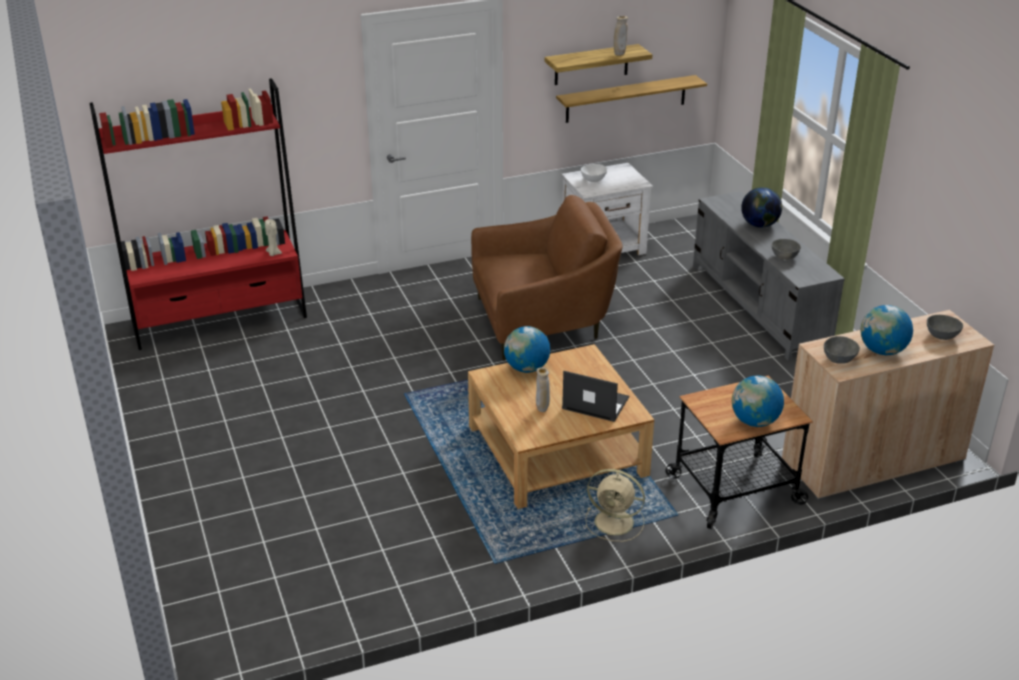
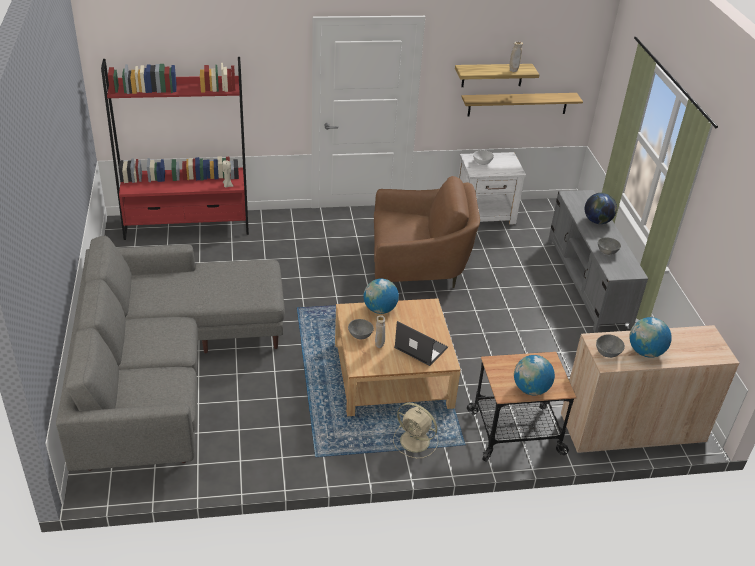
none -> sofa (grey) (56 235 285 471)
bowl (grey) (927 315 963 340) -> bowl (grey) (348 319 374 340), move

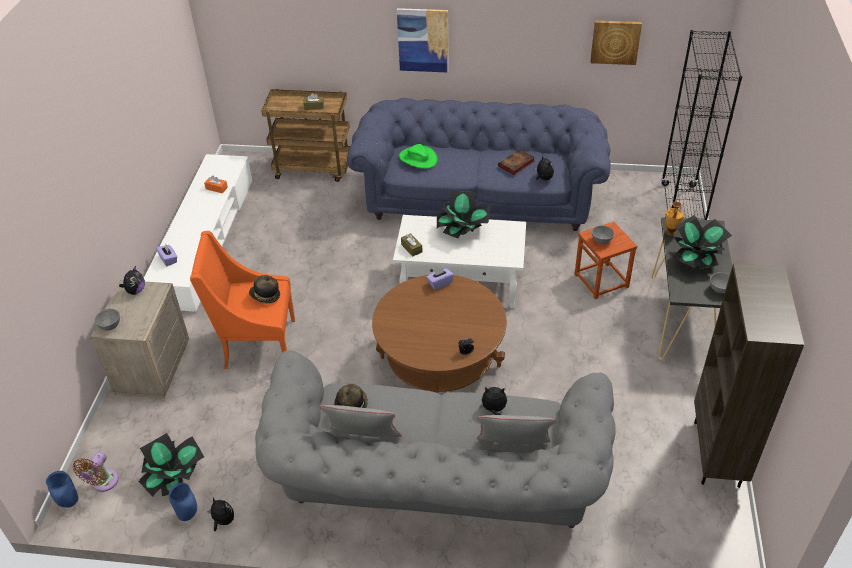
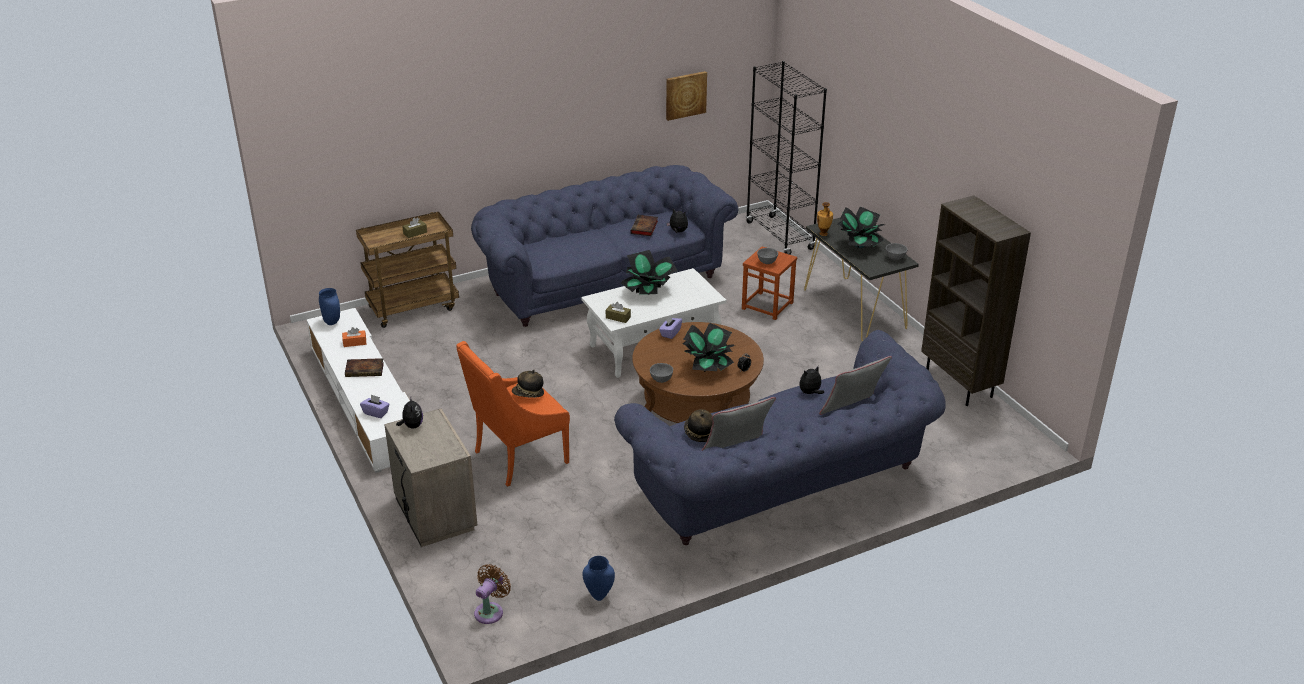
vase (blue) (46 471 78 507) -> vase (blue) (319 288 340 325), move
none -> book (345 358 384 377)
fan (brown) (73 452 119 492) -> fan (brown) (474 564 511 624), 135 degrees counterclockwise
sofa (grey) (255 350 616 528) -> sofa (blue) (614 330 946 545)
bowl (grey) (94 309 120 331) -> bowl (grey) (650 363 673 383), move
potted plant (139 433 204 497) -> potted plant (682 323 735 373), move
plush toy (207 498 234 531) -> none
picture (397 8 449 73) -> none
hat (green) (399 144 438 169) -> none

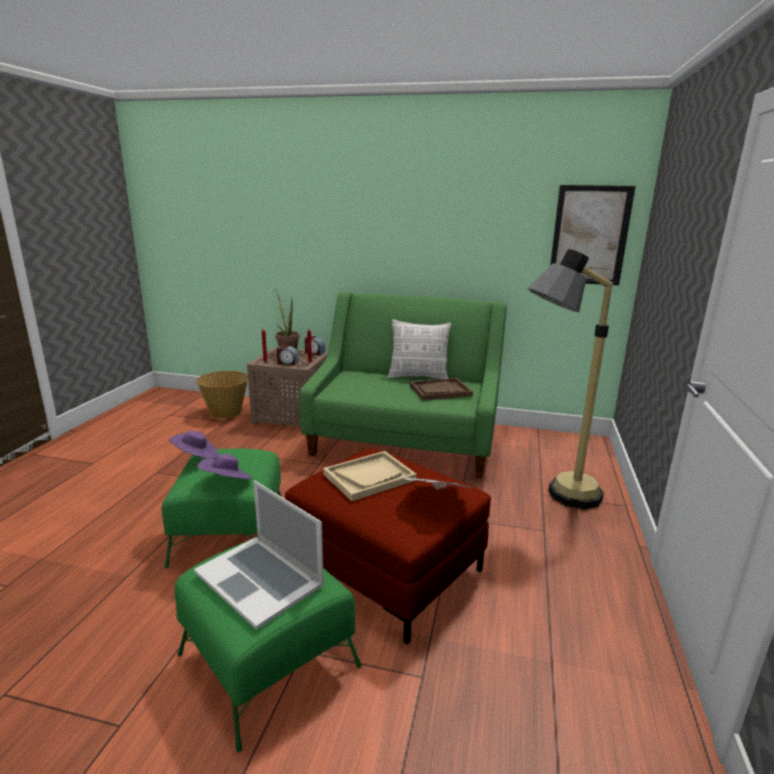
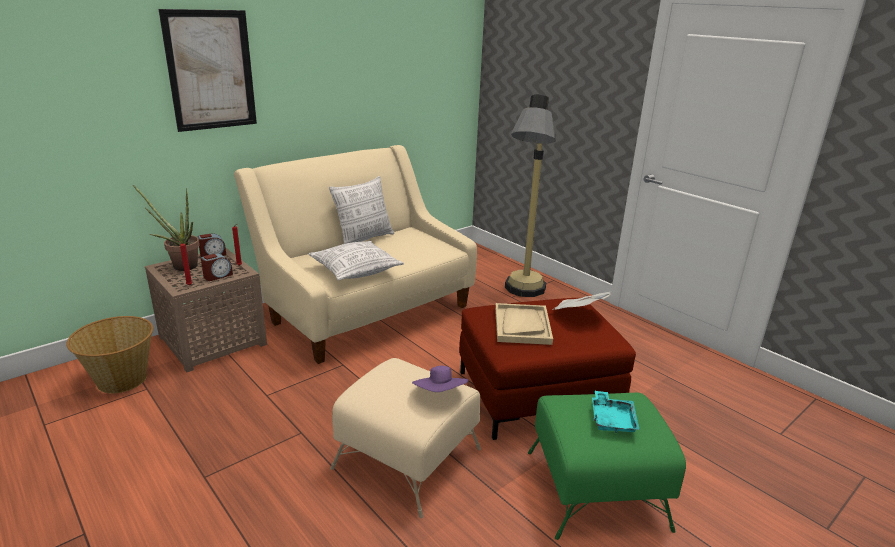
picture (550 185 636 285) -> picture (158 9 257 132), move
sofa (green) (300 292 507 478) -> sofa (beige) (234 145 477 364)
none -> pillow (309 240 404 281)
ottoman (green) (162 449 281 569) -> ottoman (beige) (330 358 481 518)
laptop (194 480 324 630) -> tray (turquoise) (592 391 640 433)
hat (purple) (169 431 218 459) -> none
tray (brown) (410 378 473 401) -> none

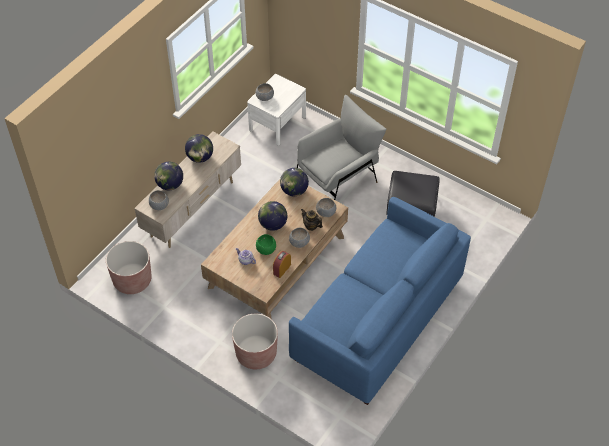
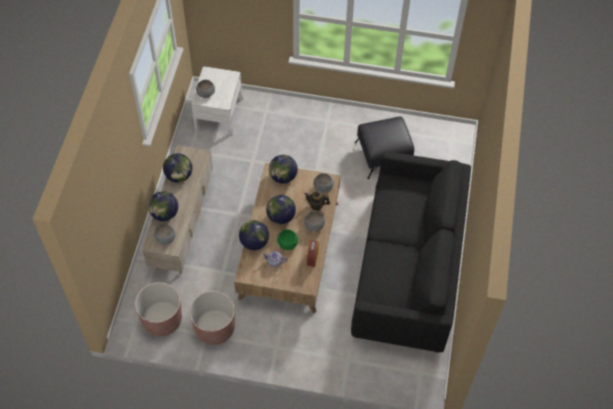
planter (brown) (232 314 278 369) -> planter (brown) (189 291 235 345), move
none -> globe (239 220 269 250)
sofa (blue) (289 197 471 405) -> sofa (black) (351 152 471 353)
armchair (grey) (297 95 386 200) -> none

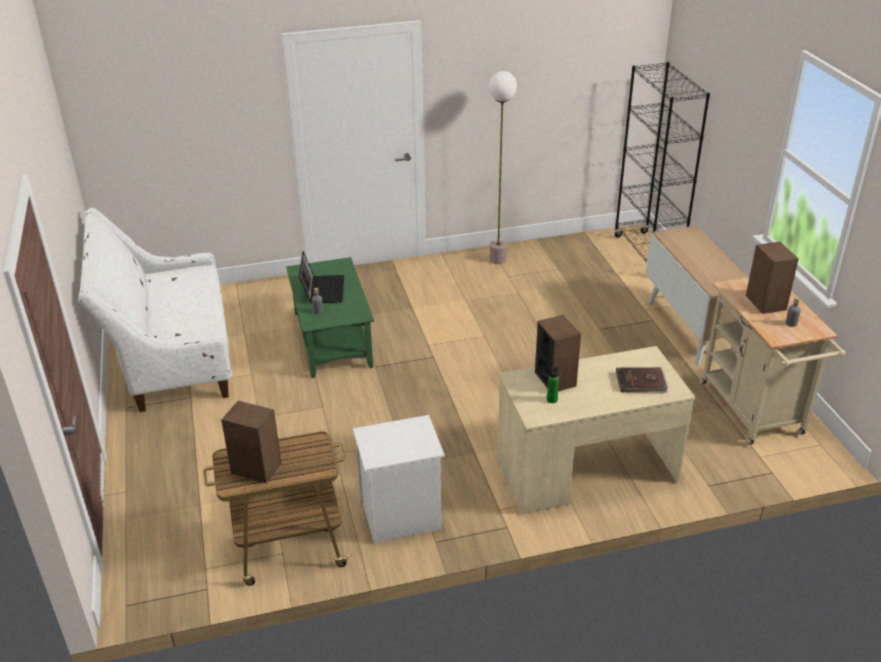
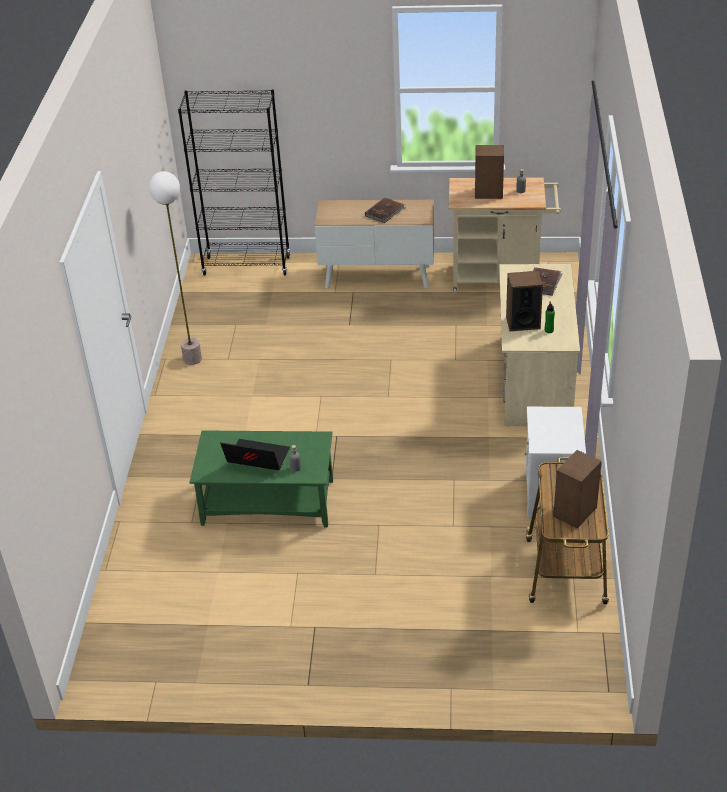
none -> book (brown) (365 197 406 223)
sofa (white) (78 208 232 412) -> none

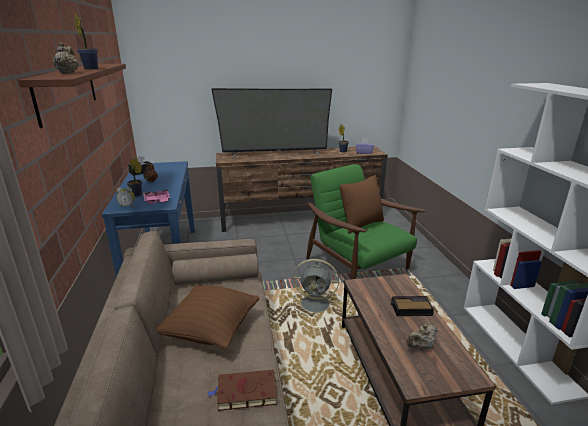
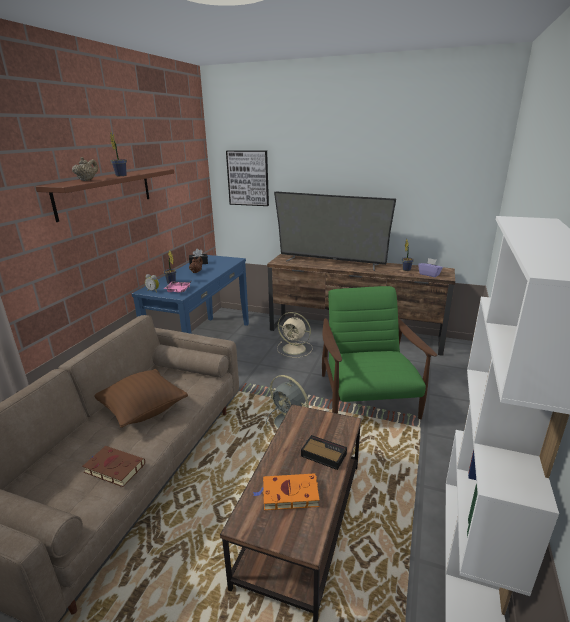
none -> picture (226 150 269 206)
teapot (beige) (407 325 437 350) -> book (orange) (253 473 320 510)
none -> fan (beige) (277 312 313 358)
pillow (brown) (339 175 384 234) -> none

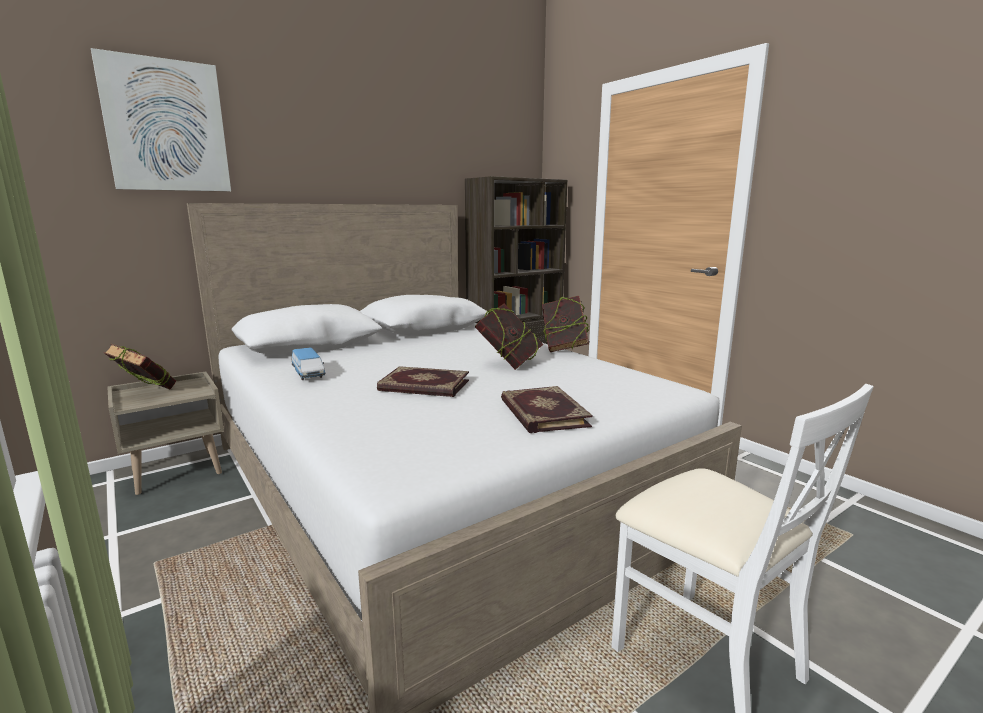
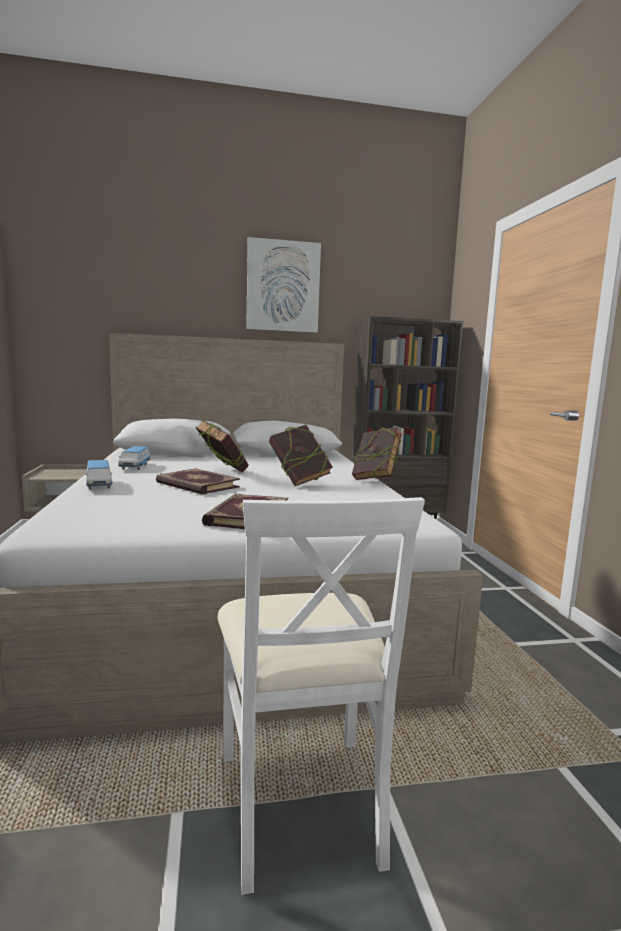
none -> toy car (86 460 113 490)
book (104 344 176 390) -> book (195 420 249 472), move
picture (91 48 231 192) -> picture (246 237 321 333), move

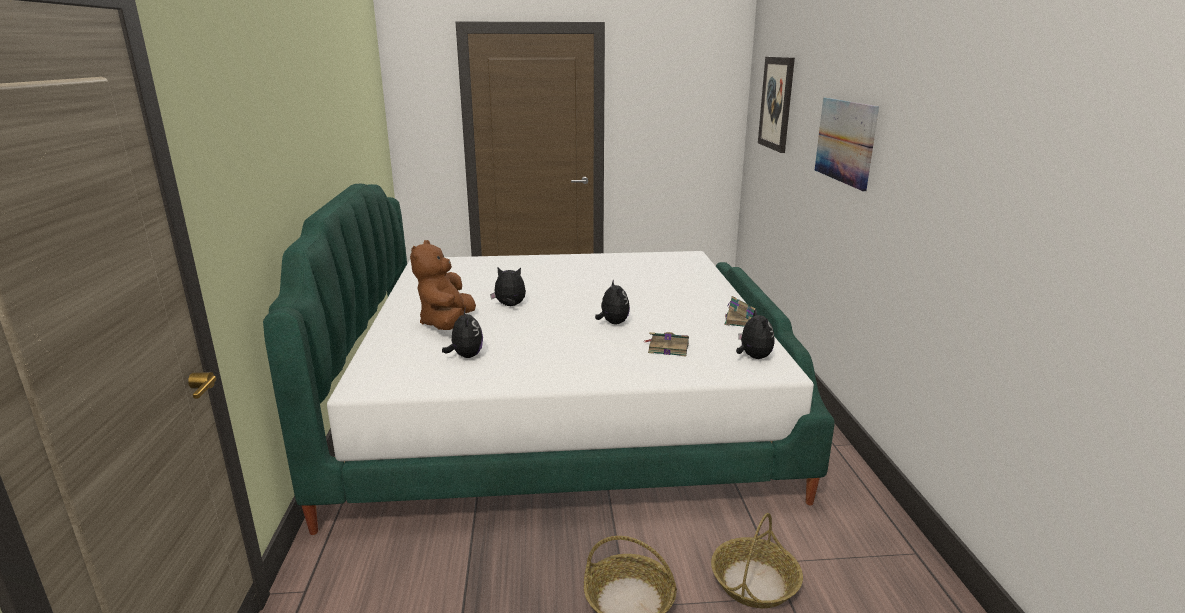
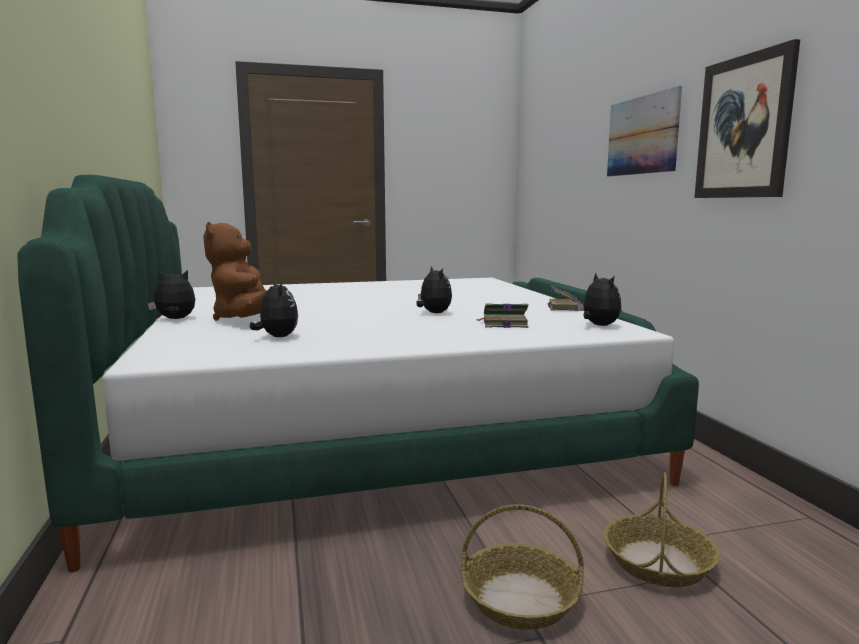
plush toy (490 268 526 306) -> plush toy (148 270 195 319), move
picture (758 57 795 153) -> picture (694 39 800 198), move

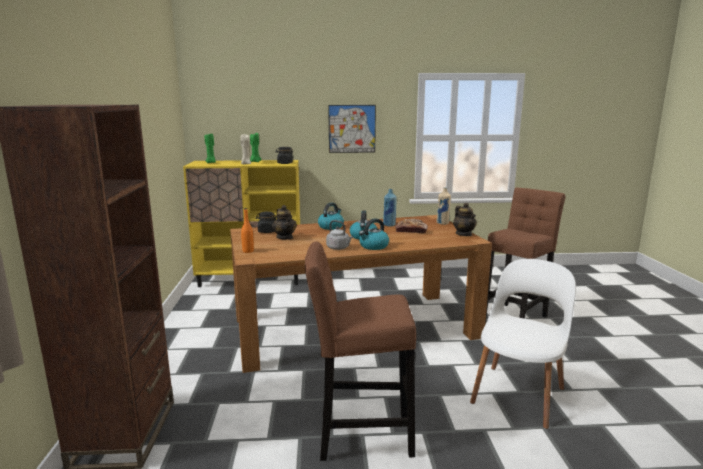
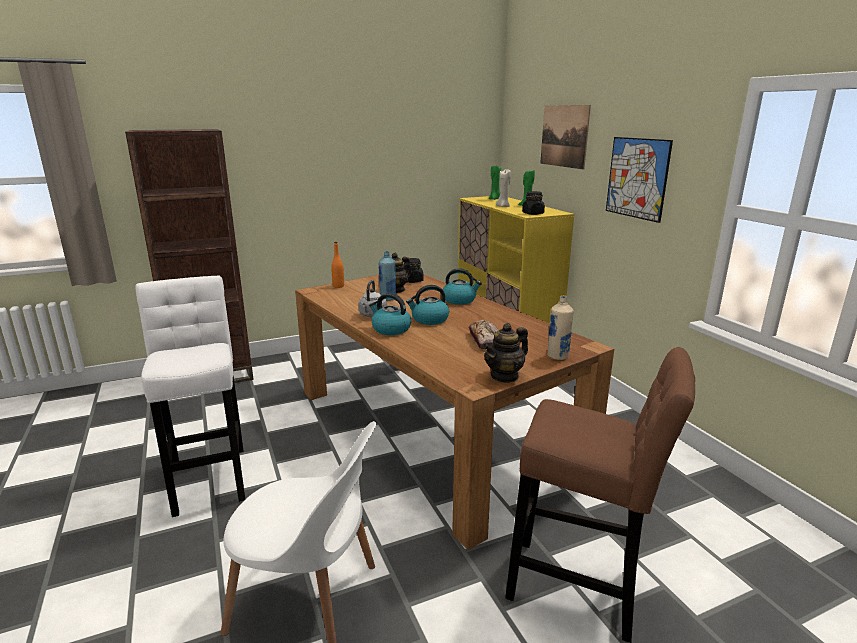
stool (brown) (305 241 416 461) -> stool (white) (135 276 245 517)
bottle (blue) (383 189 397 227) -> bottle (blue) (379 251 396 301), move
none -> picture (540 105 591 170)

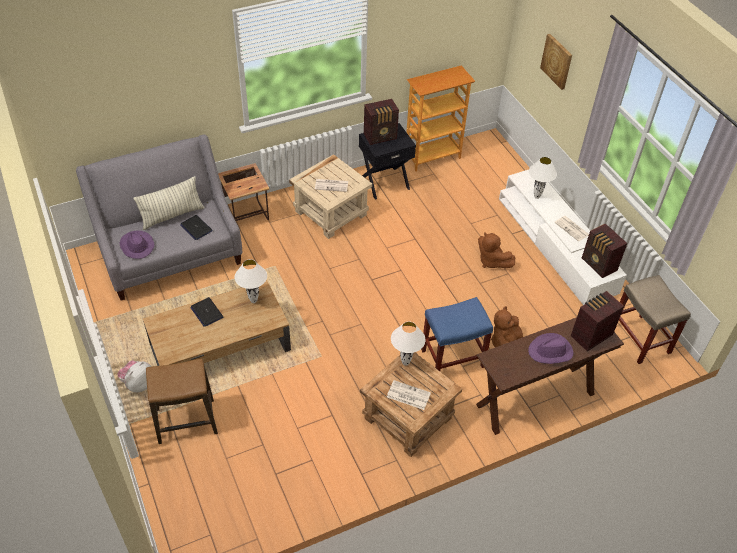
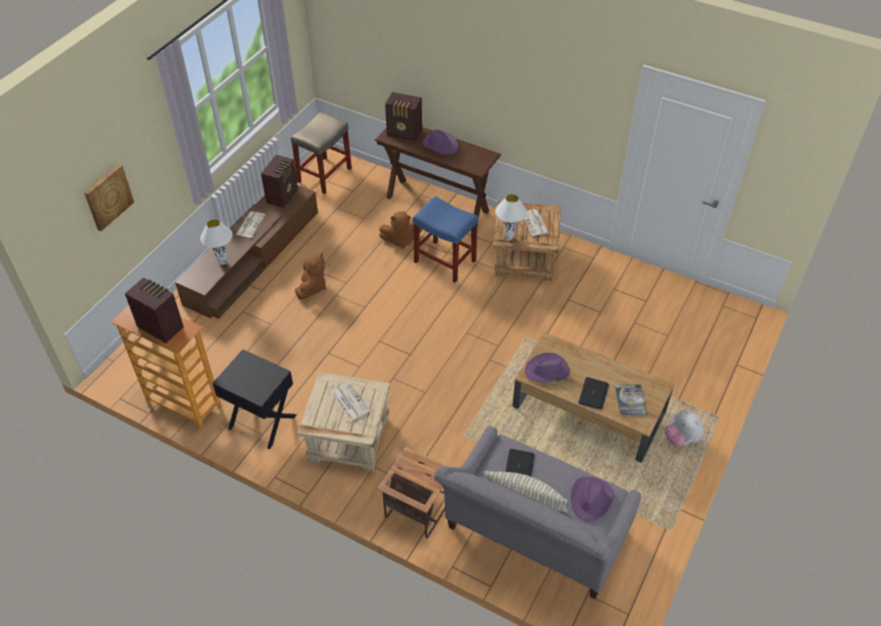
radio (364 99 399 145) -> radio (125 277 184 343), move
tv stand (white) (499 170 627 305) -> tv stand (brown) (175 185 318 319)
table lamp (white) (235 259 267 303) -> hat (purple) (525 353 570 383)
none -> book (615 384 647 416)
plush toy (117 360 152 392) -> plush toy (665 410 704 446), 60 degrees clockwise
stool (146 359 218 444) -> none

